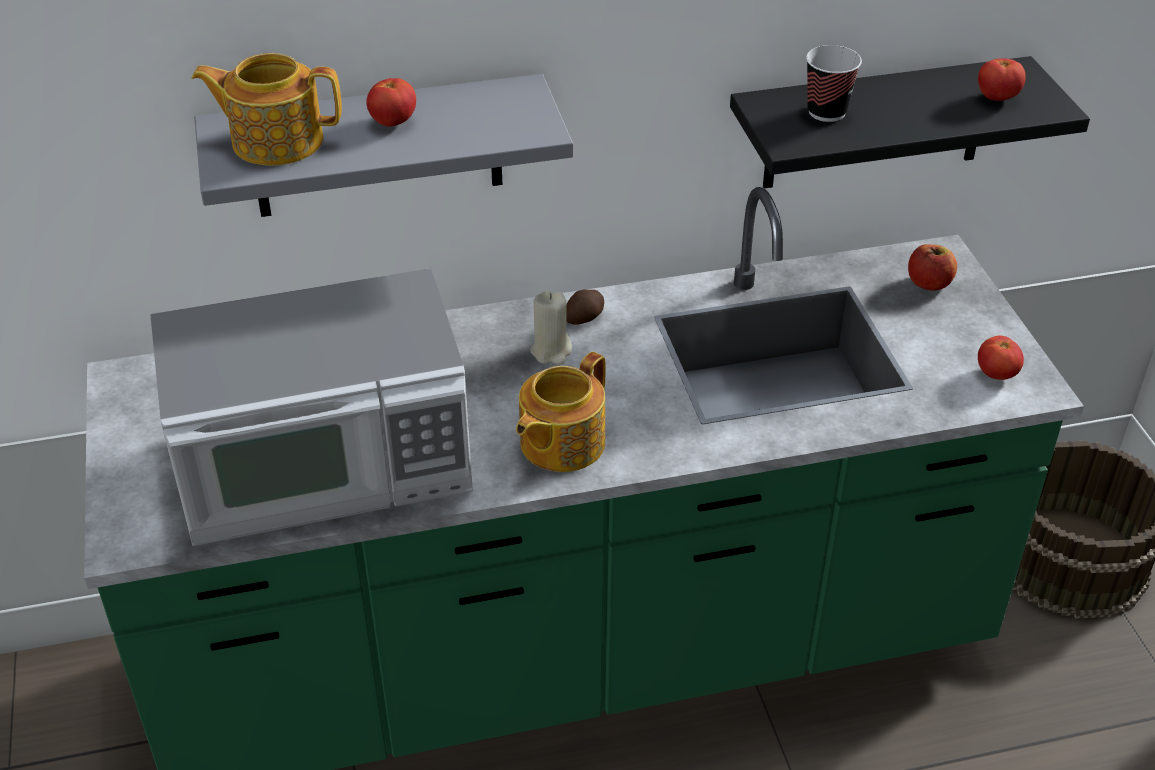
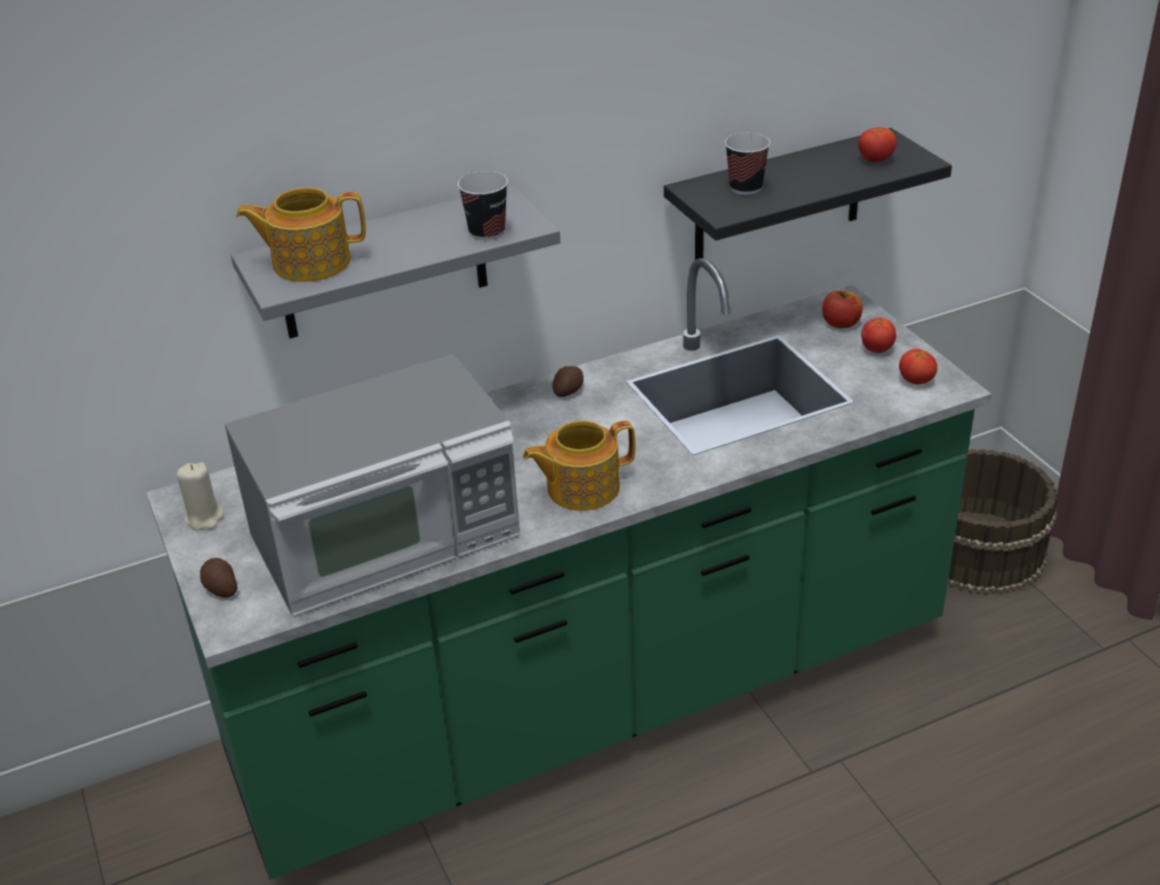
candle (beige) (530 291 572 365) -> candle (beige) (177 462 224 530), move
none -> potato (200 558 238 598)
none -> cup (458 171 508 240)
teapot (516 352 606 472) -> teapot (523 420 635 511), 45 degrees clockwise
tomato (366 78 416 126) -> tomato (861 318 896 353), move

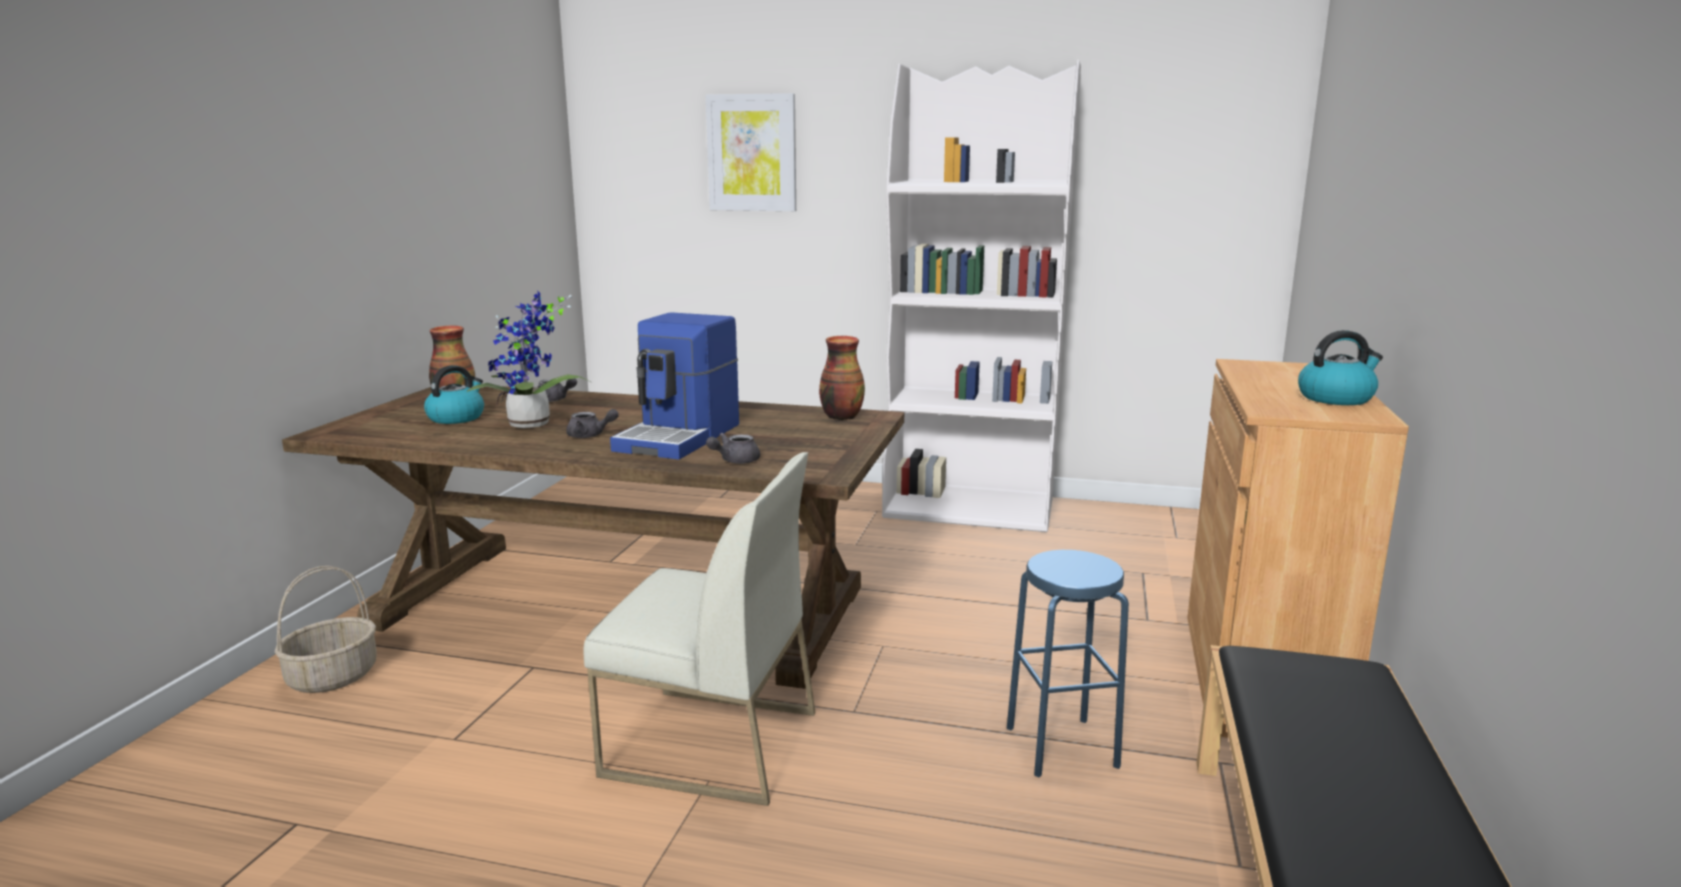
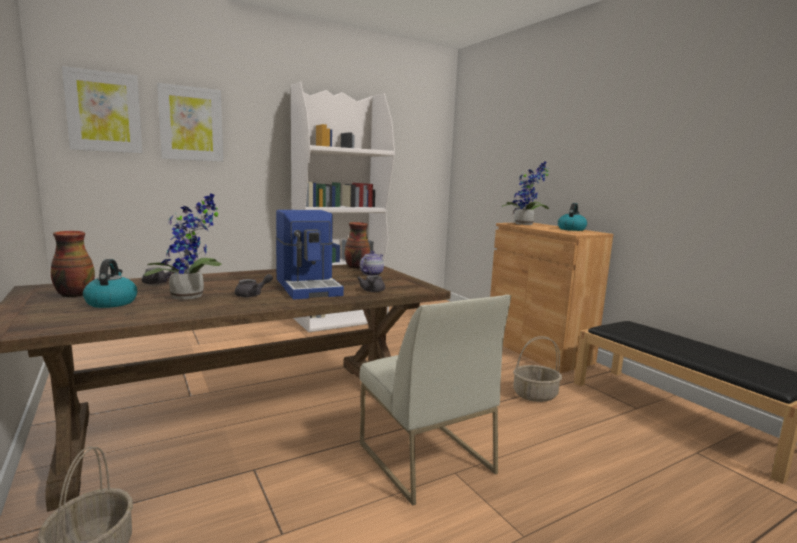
none -> picture (62 66 143 153)
none -> teapot (360 251 384 276)
chair (white) (584 452 815 806) -> chair (white) (360 295 511 505), 90 degrees clockwise
none -> potted plant (501 161 549 225)
stool (blue) (1007 550 1129 777) -> basket (513 336 562 402)

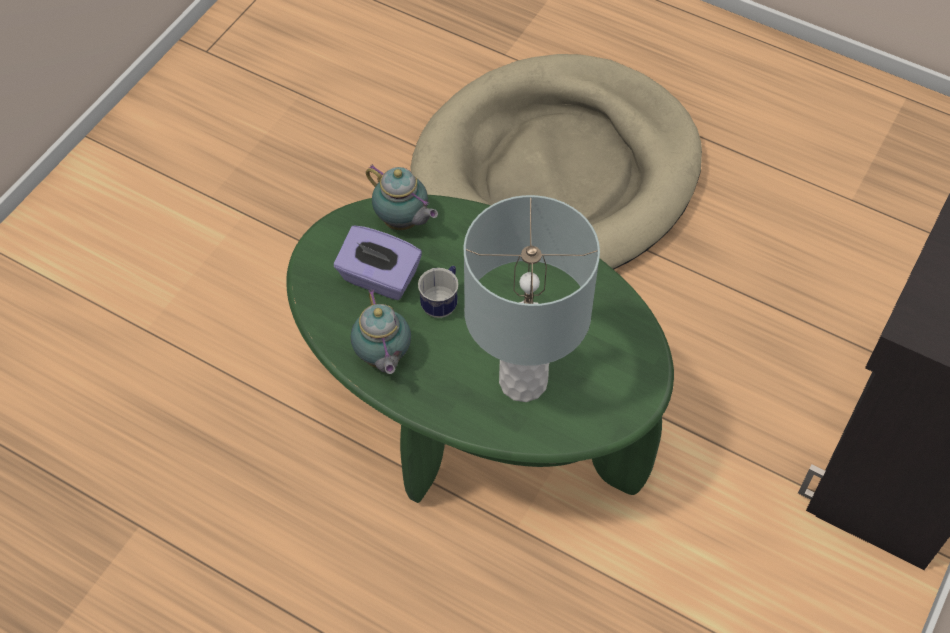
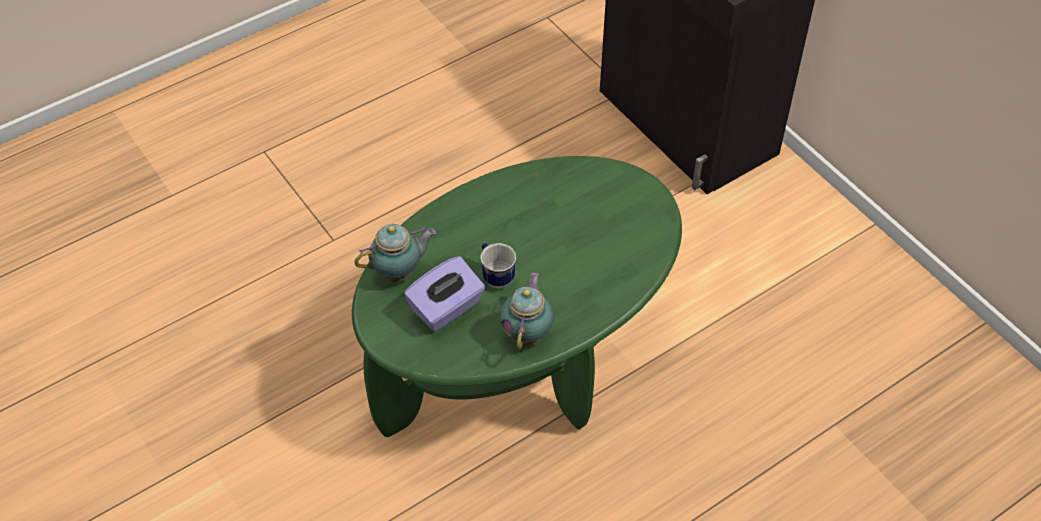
teapot (351 289 411 374) -> teapot (500 273 554 350), 90 degrees counterclockwise
dog bed (beige) (411 54 702 269) -> none
table lamp (grey) (464 195 600 402) -> none

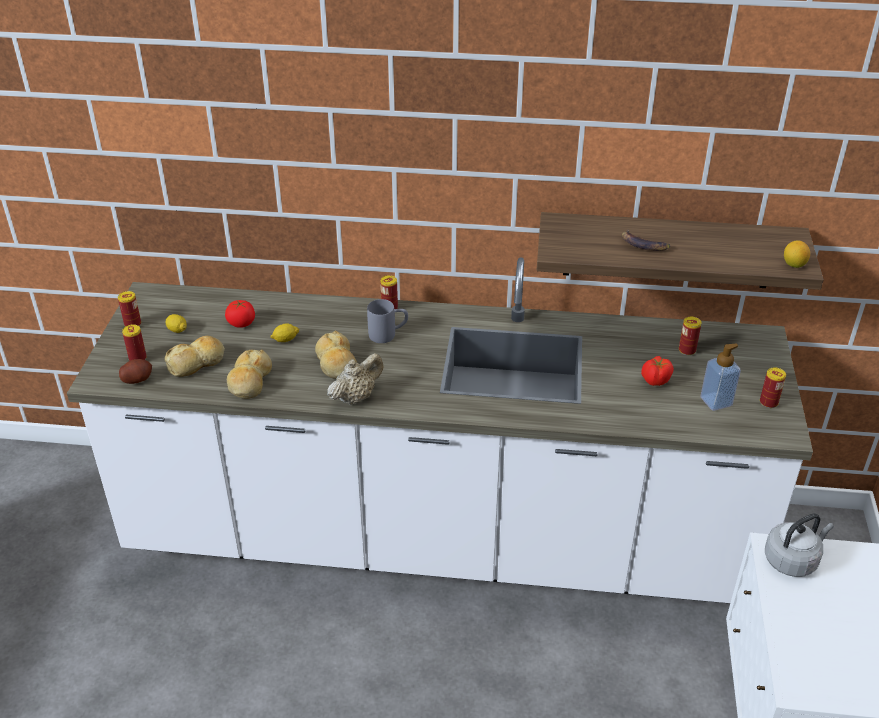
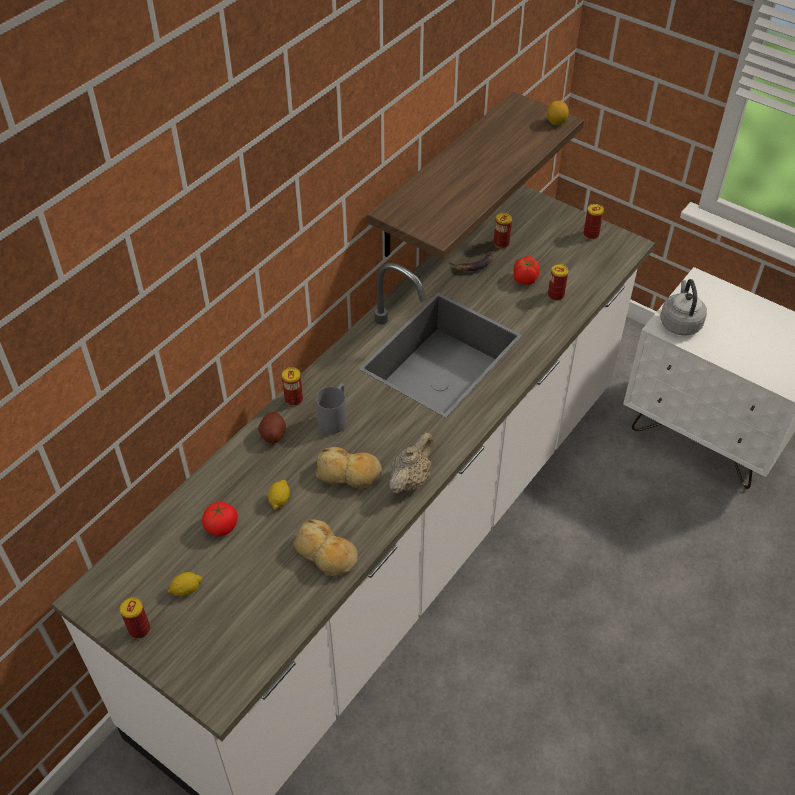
potato (119 359 152 384) -> potato (258 412 286 444), move
teapot (beige) (327 353 383 405) -> teapot (beige) (389 433 434 493), 45 degrees clockwise
banana (622 230 670 251) -> banana (448 251 494 272), move
can (122 324 147 361) -> can (548 264 569 301), move
bread (165 336 225 377) -> none
soap dispenser (701 344 741 411) -> none

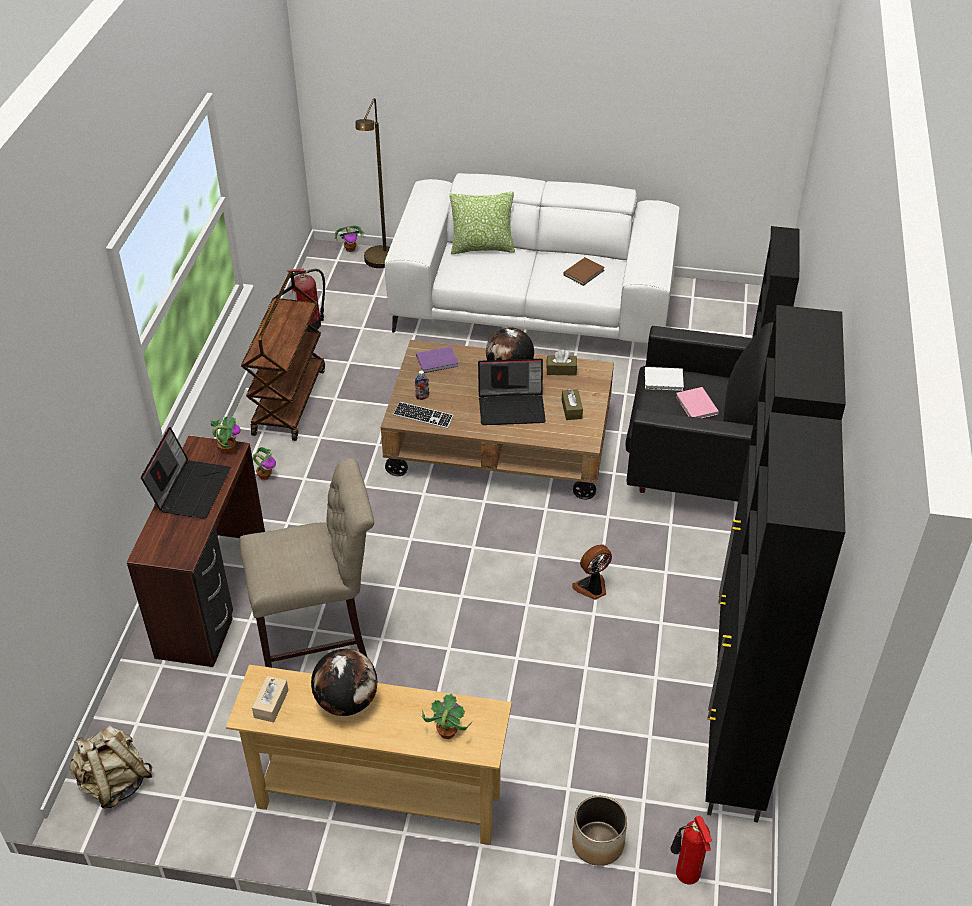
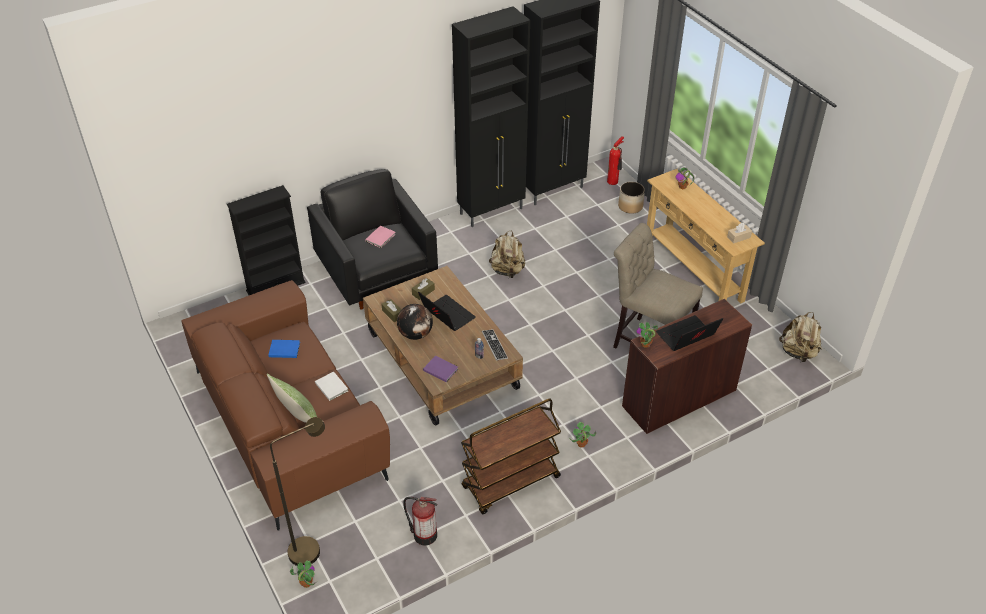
sofa (white) (385 173 680 343) -> sofa (brown) (181 280 390 530)
book (brown) (563 257 605 286) -> book (blue) (268 340 300 358)
book (white) (645 367 684 391) -> book (white) (315 372 348 401), move
fan (572 544 612 600) -> backpack (beige) (489 231 525 278)
globe (311 649 377 716) -> none

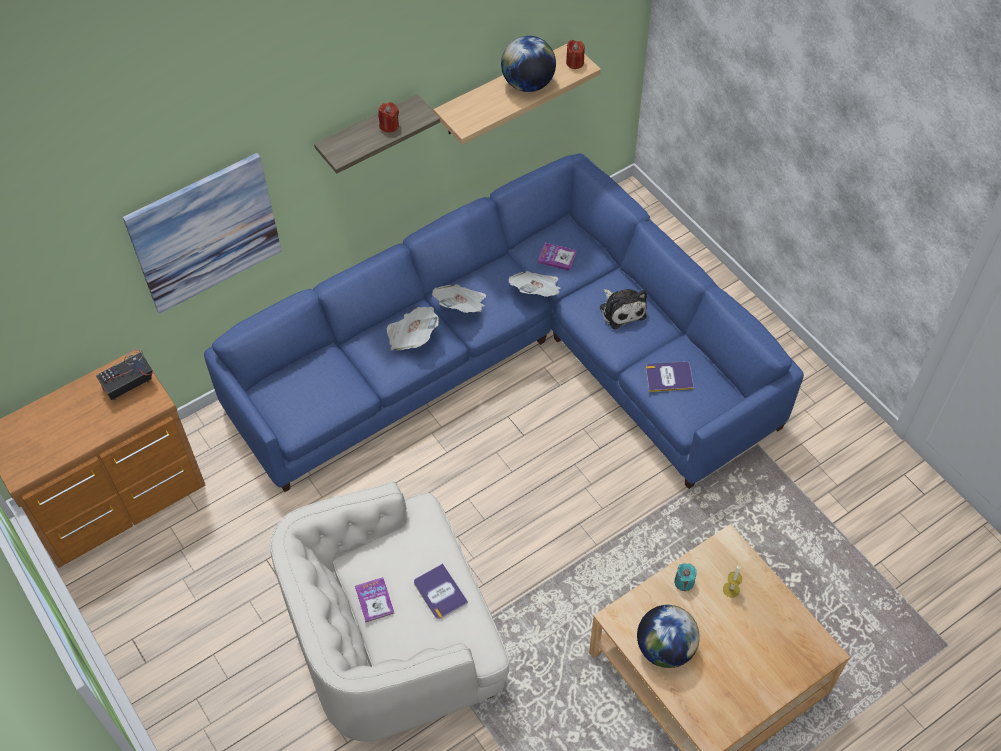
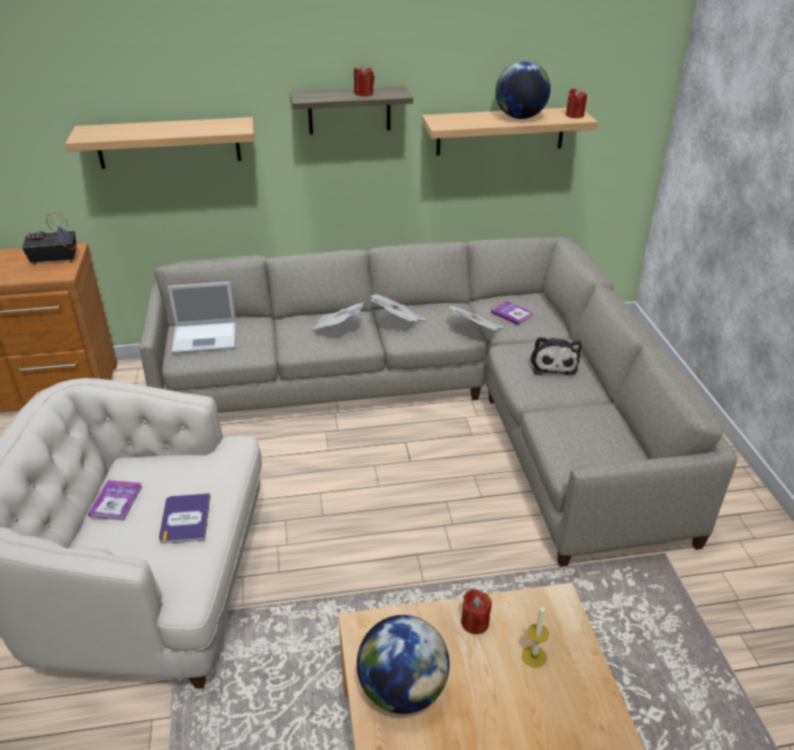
picture (123 153 282 314) -> shelf (65 117 254 169)
sofa (blue) (204 153 804 492) -> sofa (grey) (140 237 737 567)
none -> laptop (168 282 236 354)
candle (turquoise) (674 563 697 591) -> candle (red) (461 589 492 634)
book (646 362 694 392) -> none

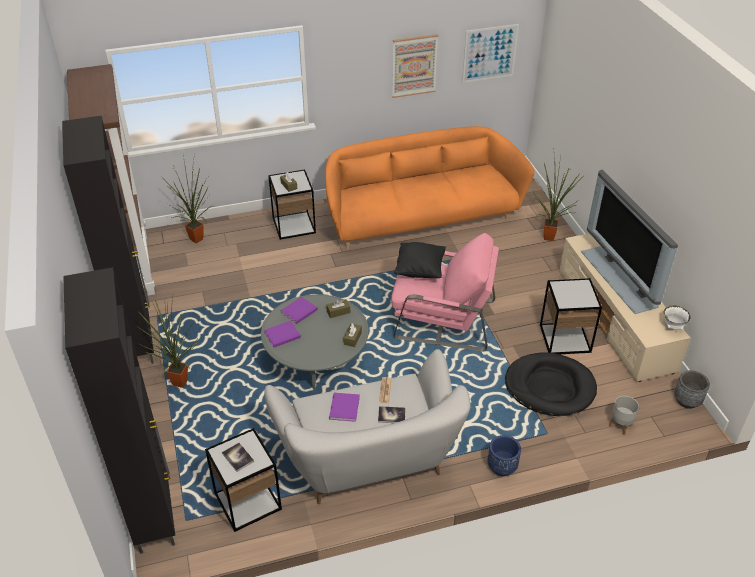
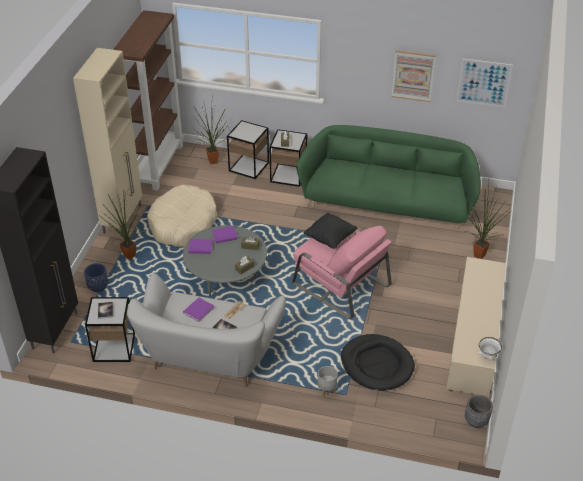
cabinet (black) (62 116 154 364) -> cabinet (beige) (73 48 142 235)
planter (blue) (488 435 521 476) -> planter (blue) (84 263 108 292), move
none -> dog bed (beige) (147 185 218 247)
side table (540 278 602 354) -> side table (227 120 269 179), move
sofa (orange) (325 126 535 250) -> sofa (green) (297 125 481 230)
planter (grey) (609 396 639 435) -> planter (grey) (318 366 338 398), move
television (581 170 678 314) -> none

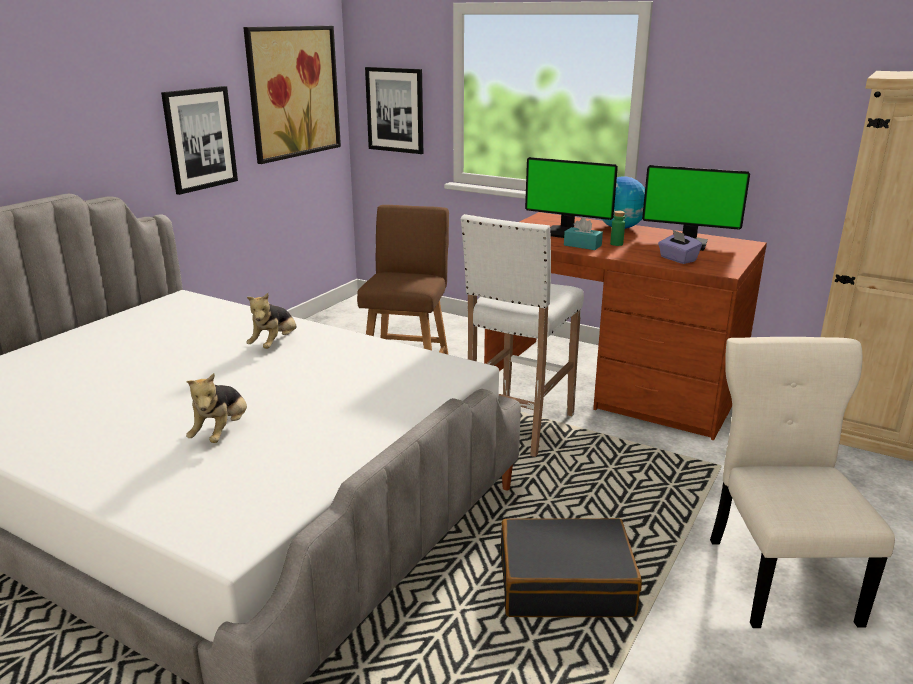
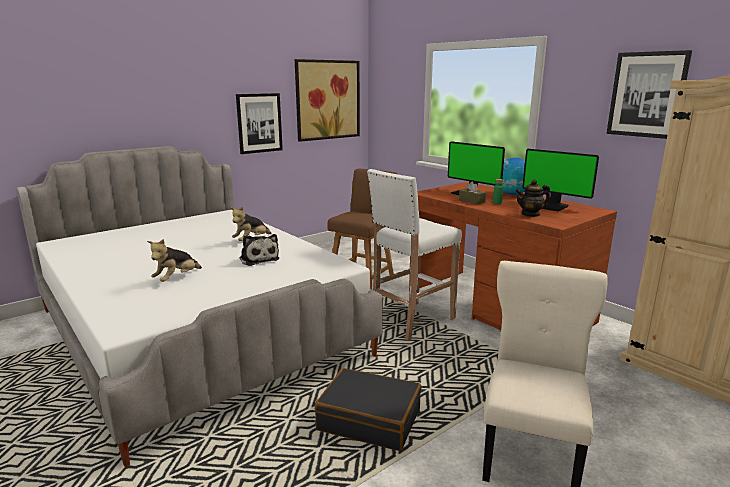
none -> plush toy (240 234 279 266)
tissue box (turquoise) (564 218 603 250) -> tissue box (brown) (459 182 486 205)
tissue box (purple) (658 230 702 264) -> teapot (515 179 550 217)
picture (365 67 423 154) -> picture (606 50 692 139), move

